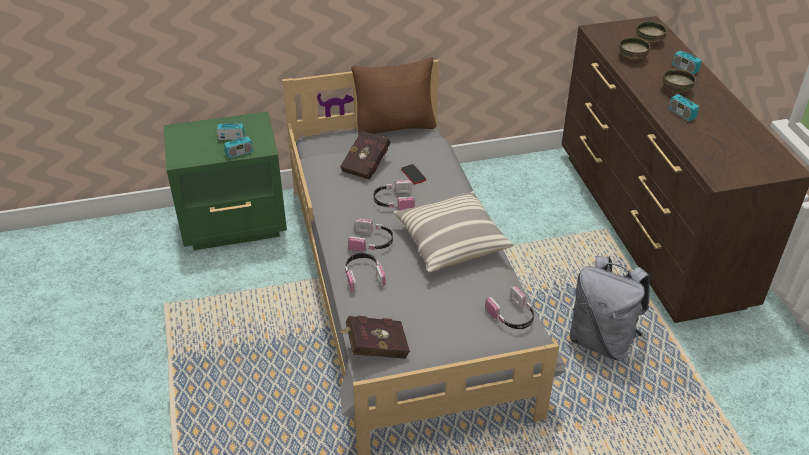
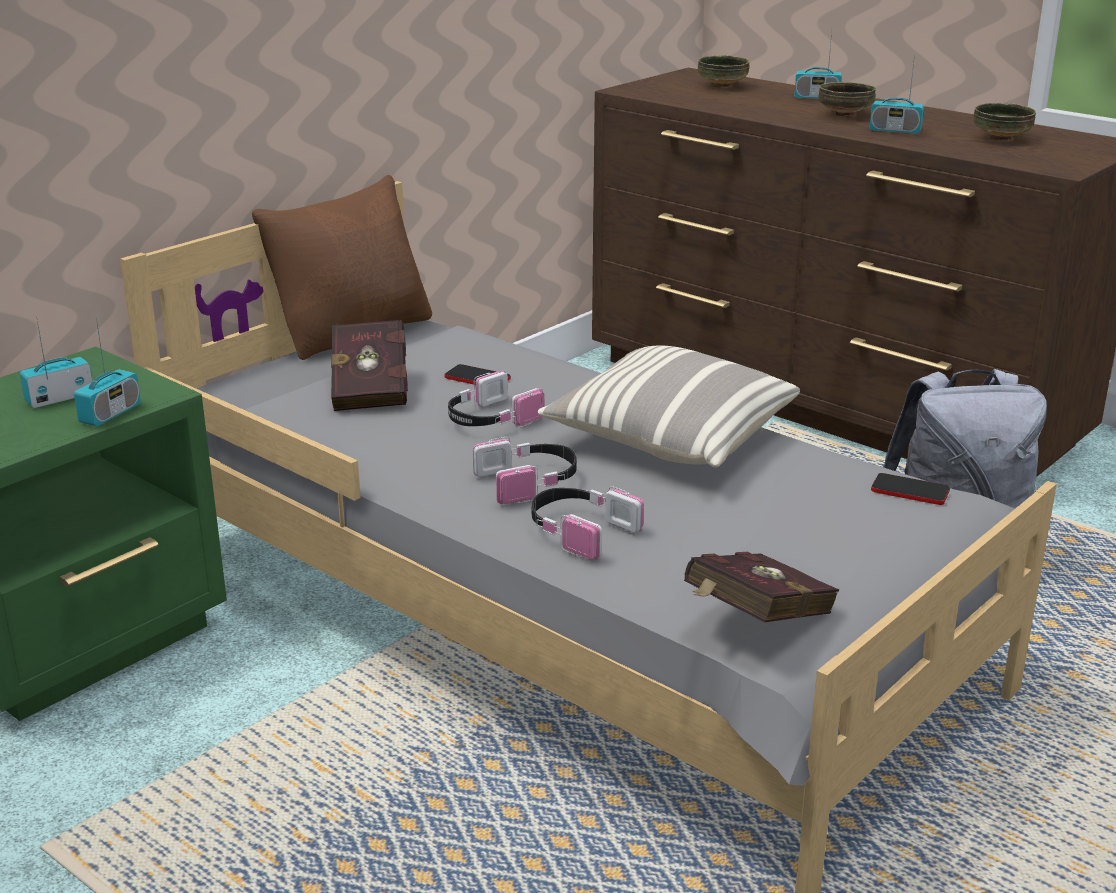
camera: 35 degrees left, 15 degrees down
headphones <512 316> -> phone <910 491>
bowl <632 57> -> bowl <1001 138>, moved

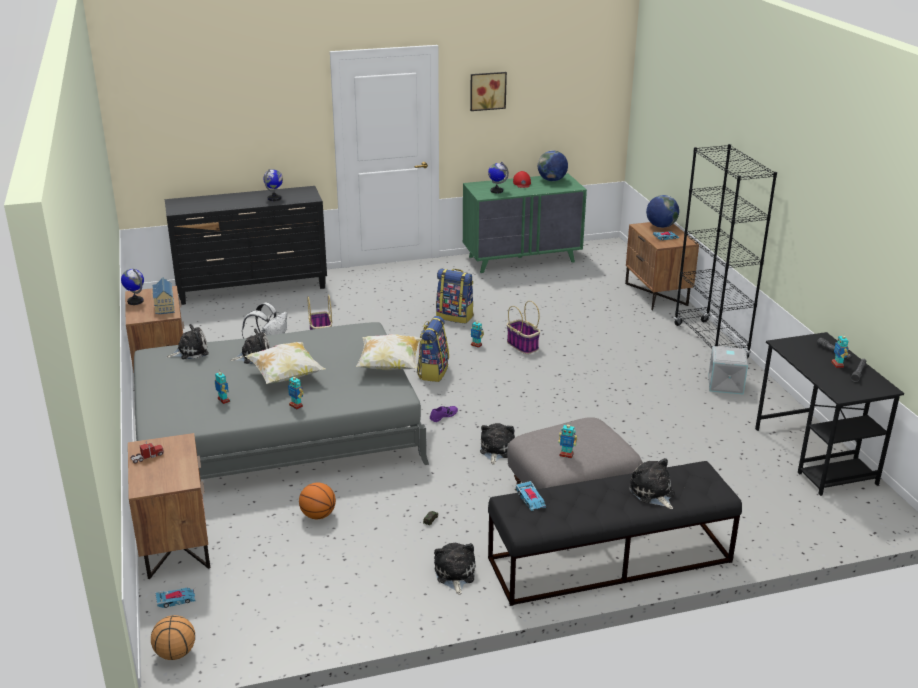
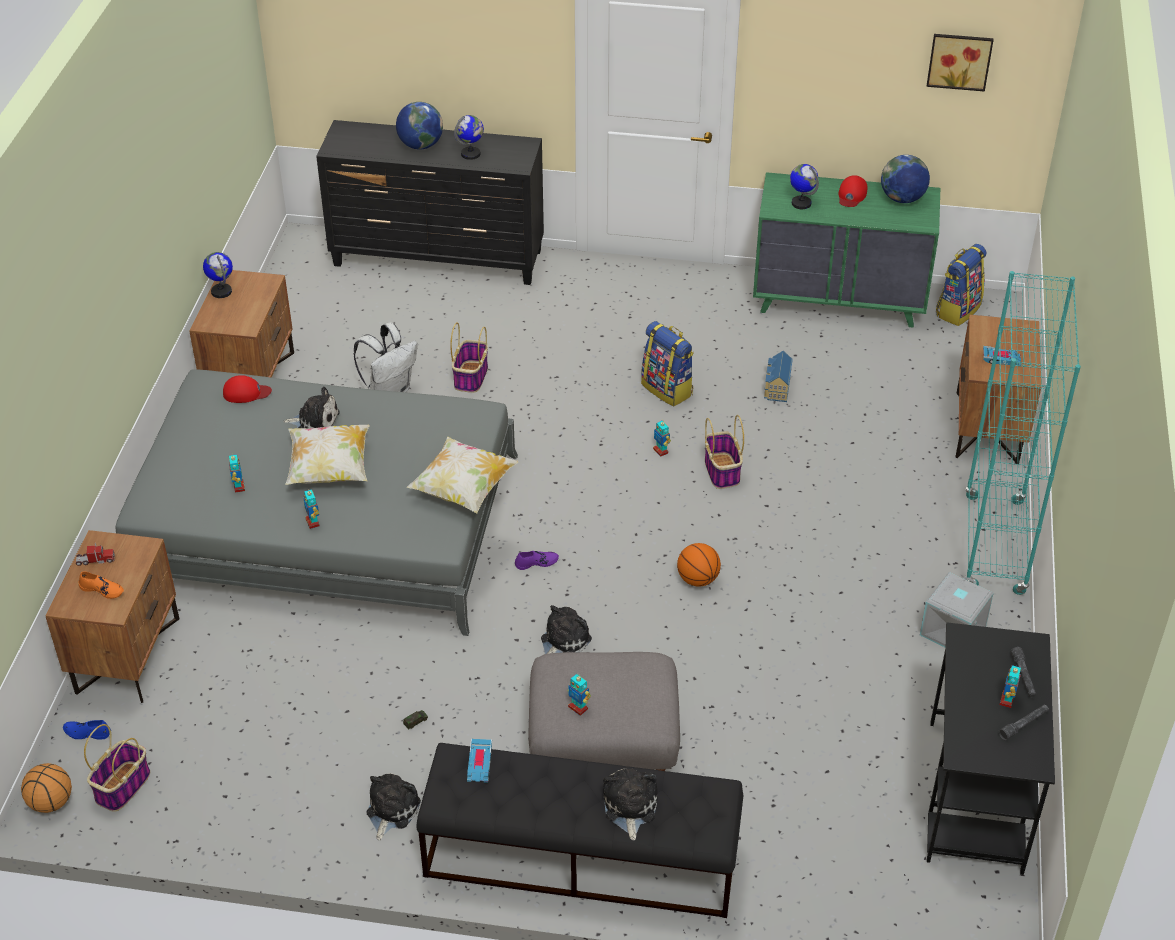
camera: 25 degrees right, 15 degrees up
toy car <176 600> -> shoe (blue) <87 732>
none -> shoe (orange) <102 589>
none -> basket <123 786>
plush toy <190 351> -> cap (red) <246 393>
globe <661 226> -> globe <420 145>, moved
basketball <318 515> -> basketball <698 579>, moved
toy house <164 307> -> toy house <776 387>, moved
picture <487 90> -> picture <959 60>, moved
backpack <433 372> -> backpack <957 310>, moved
bookcase (black) <710 342> -> bookcase (turquoise) <994 545>

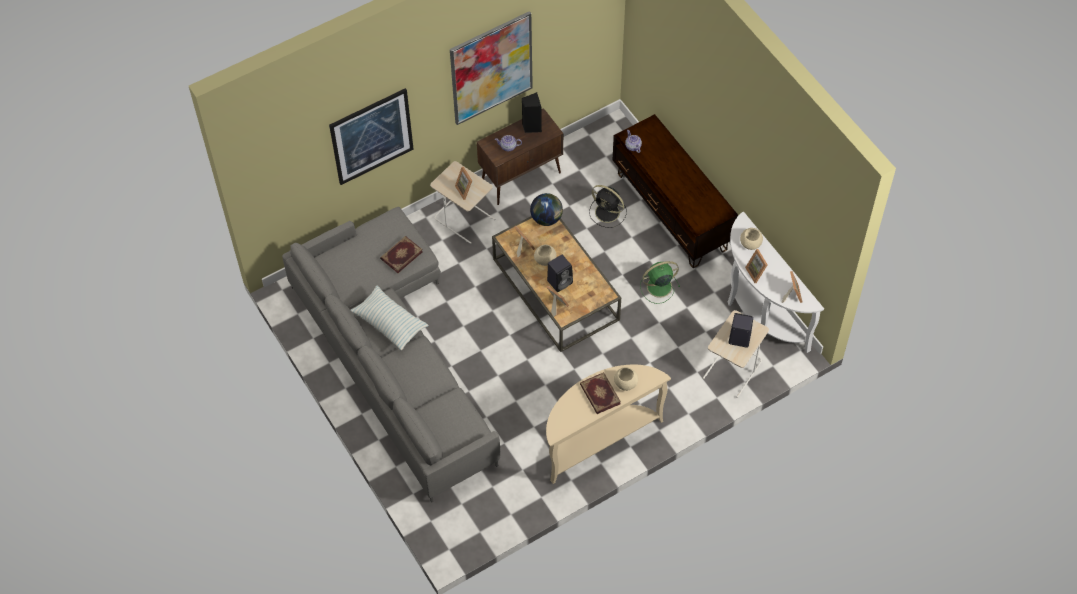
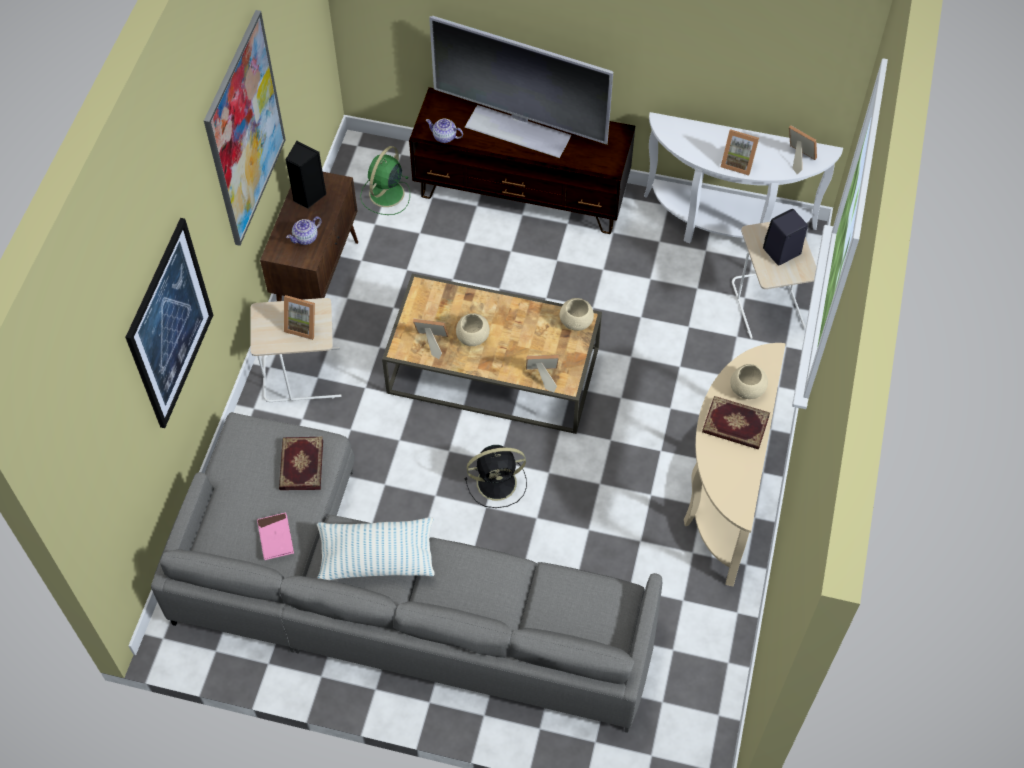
camera: 45 degrees left, 0 degrees up
none -> book (pink) <275 537>
fan (green) <658 287> -> fan (green) <385 194>, moved
none -> television <518 130>
fan (black) <608 213> -> fan (black) <498 482>, moved
bowl (beige) <750 244> -> bowl (beige) <576 322>, moved
globe <546 218> -> none
speaker (black) <560 281> -> none

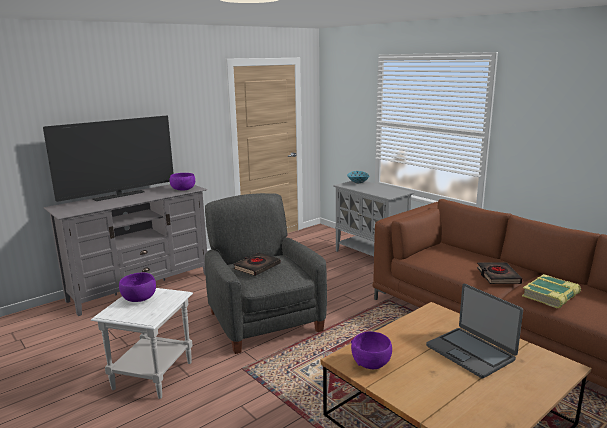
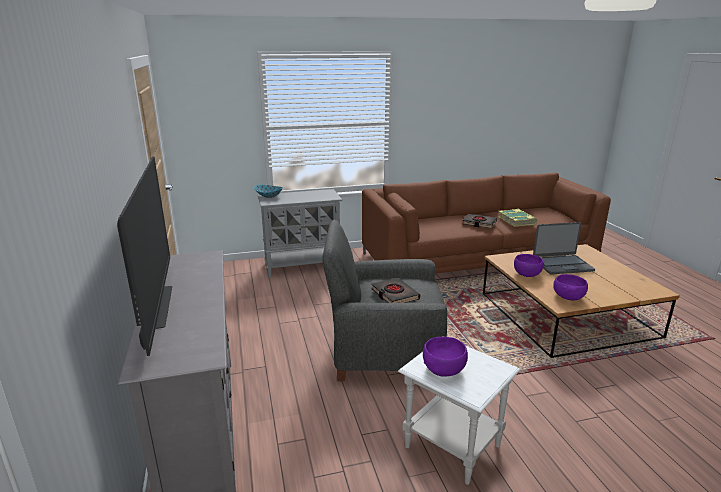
camera: 65 degrees left, 5 degrees up
bowl (purple) <183 189> -> bowl (purple) <527 274>, moved

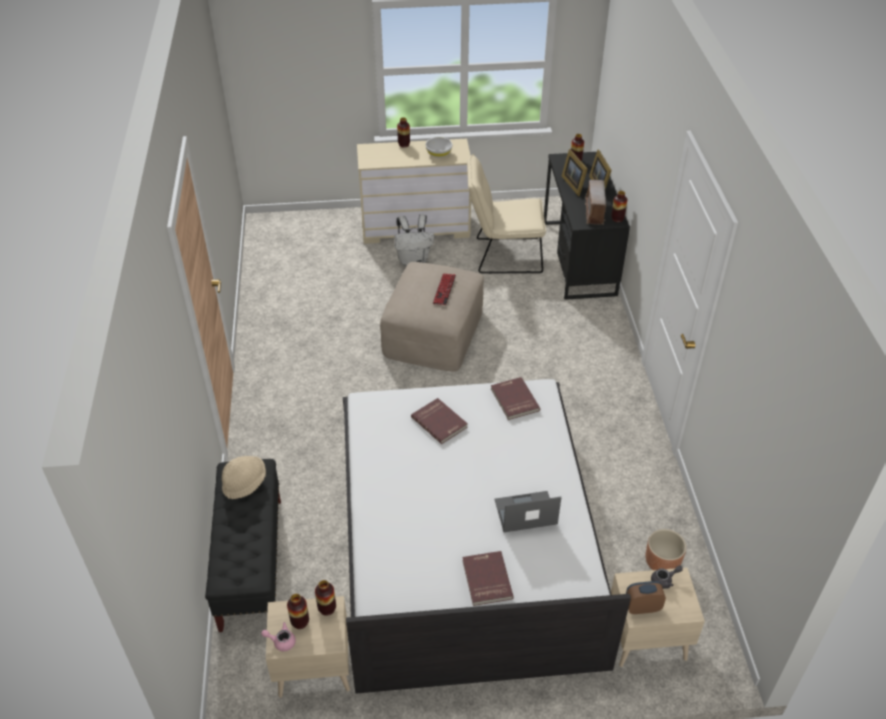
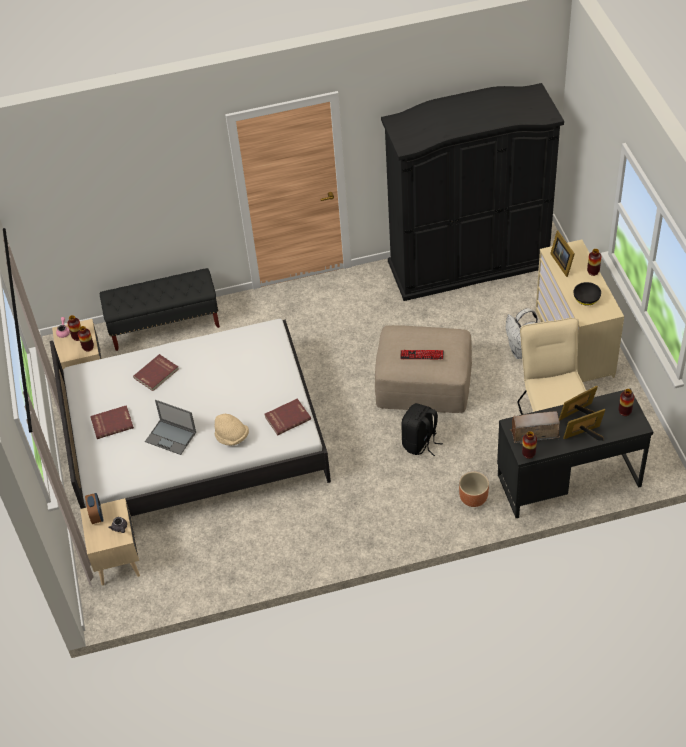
camera: 85 degrees right, 5 degrees up
book (red) <440 422> -> book (red) <157 374>, moved
laptop <525 512> -> laptop <171 437>, 135 degrees clockwise
hat (beige) <245 483> -> hat (beige) <232 437>, moved
none -> wardrobe (black) <469 264>
none -> backpack (black) <420 443>
planter (brown) <662 563> -> planter (brown) <473 499>, moved
none -> picture frame <562 263>
bowl (white) <439 153> -> bowl (black) <586 299>

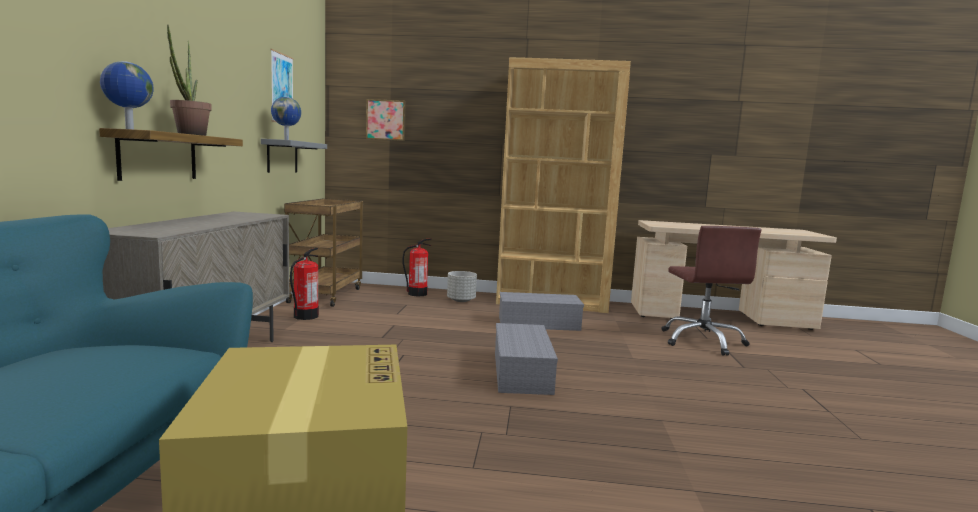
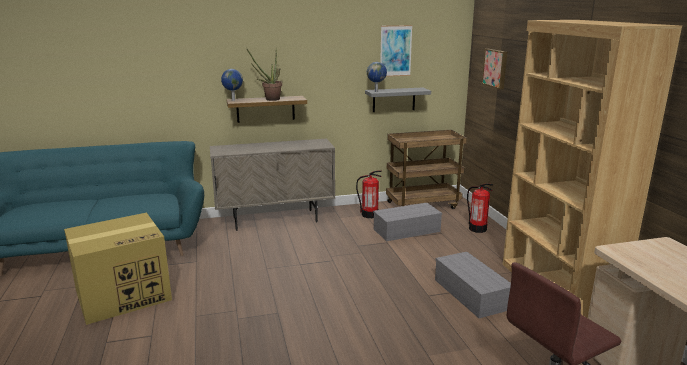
camera: 70 degrees right, 10 degrees up
storage box (grey) <523 373> -> storage box (grey) <406 231>, moved
planter (grey) <461 300> -> none

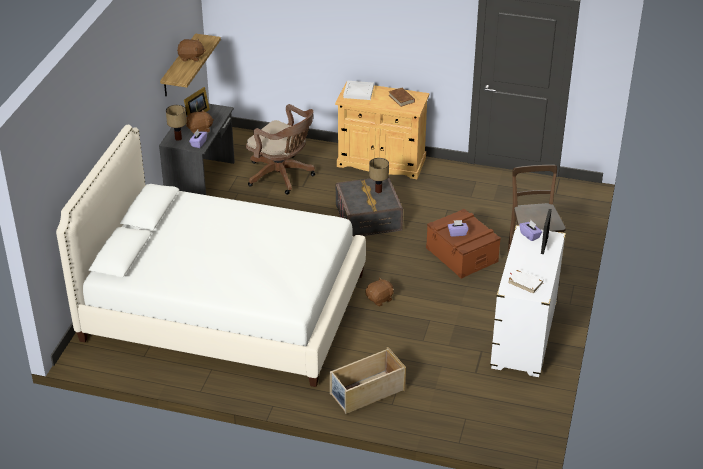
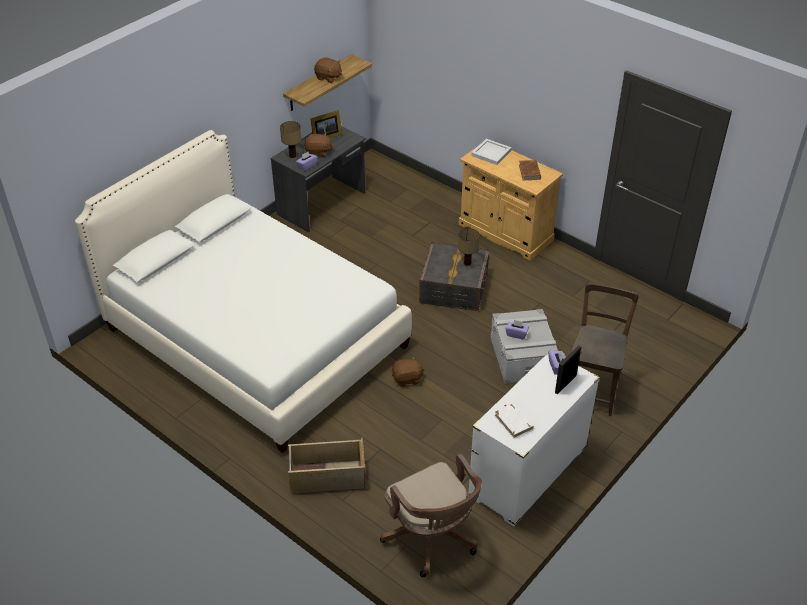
camera: 25 degrees right, 5 degrees up
office chair (brown) <282 176> -> office chair (brown) <433 539>, moved
storage box (brown) <462 255> -> storage box (grey) <522 357>

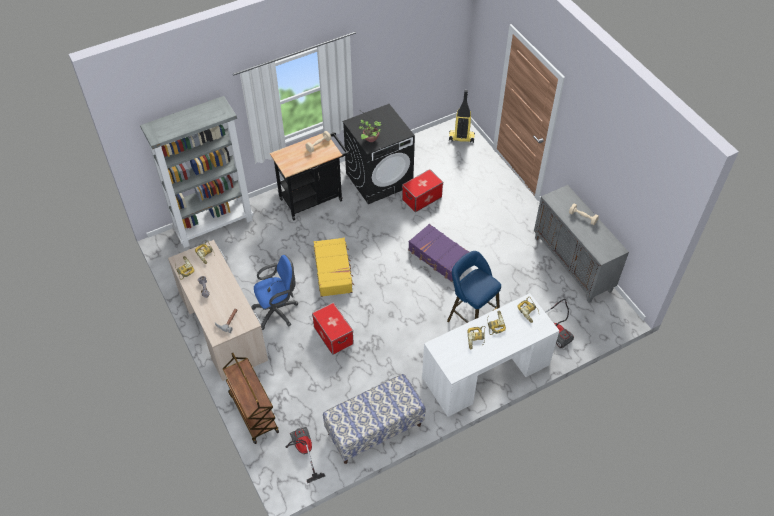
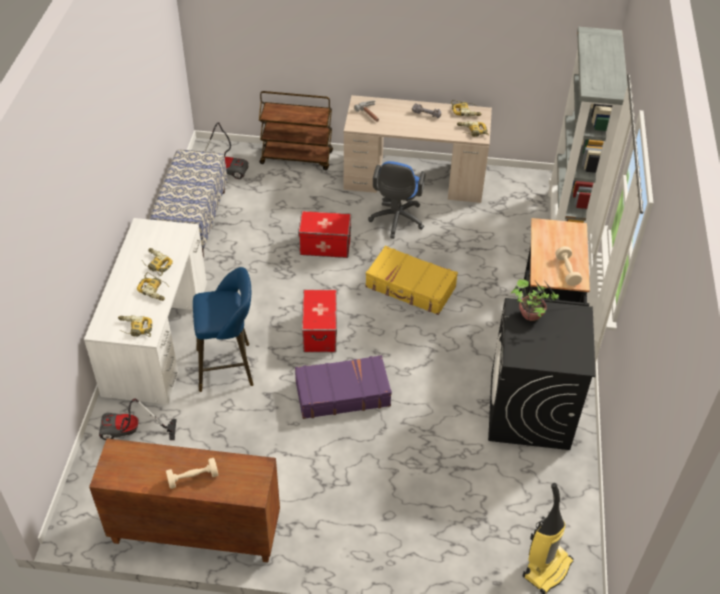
camera: 125 degrees right, 5 degrees down
cabinet (grey) <573 264> -> cabinet (brown) <194 532>
storage box <422 198> -> storage box <319 332>, moved

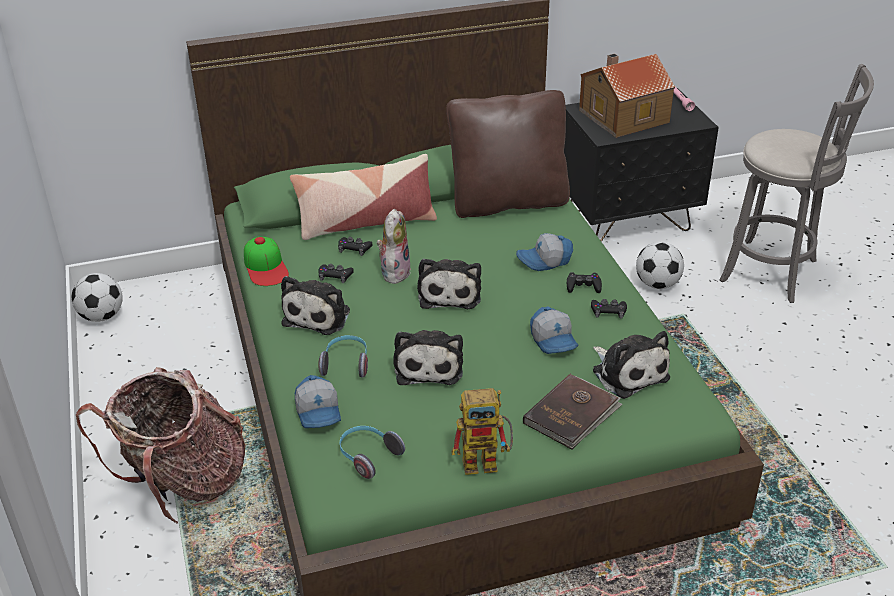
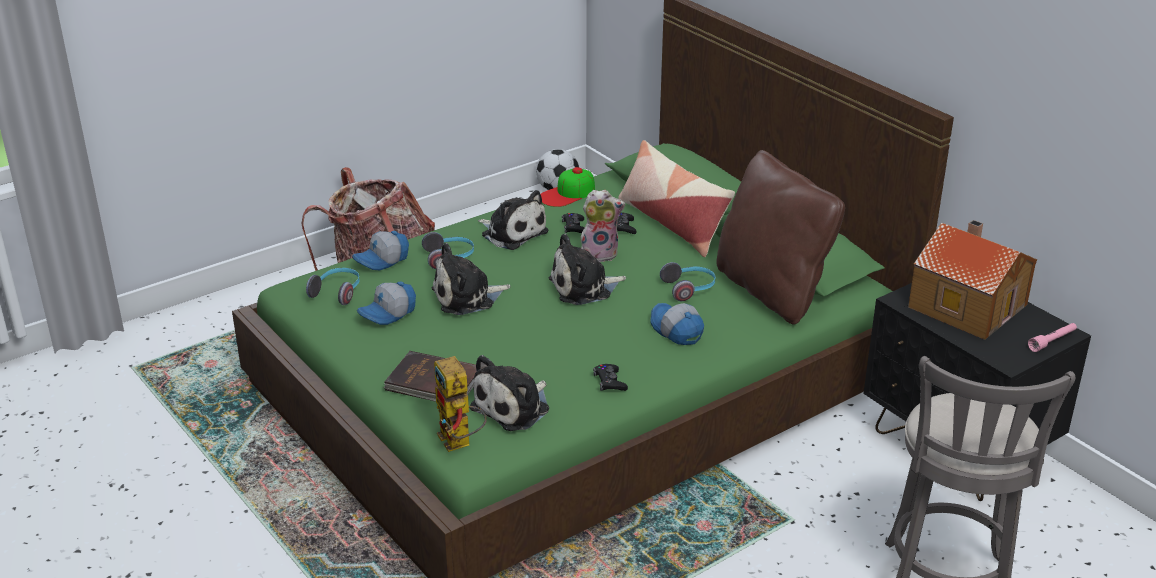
camera: 70 degrees right, 5 degrees down
cap <554 340> -> cap <388 313>, moved
toy robot <487 461> -> toy robot <460 443>, moved
plush toy <319 315> -> plush toy <512 233>, 135 degrees counterclockwise
none -> headphones <689 289>
game controller (black) <583 286> -> none
football <657 284> -> none

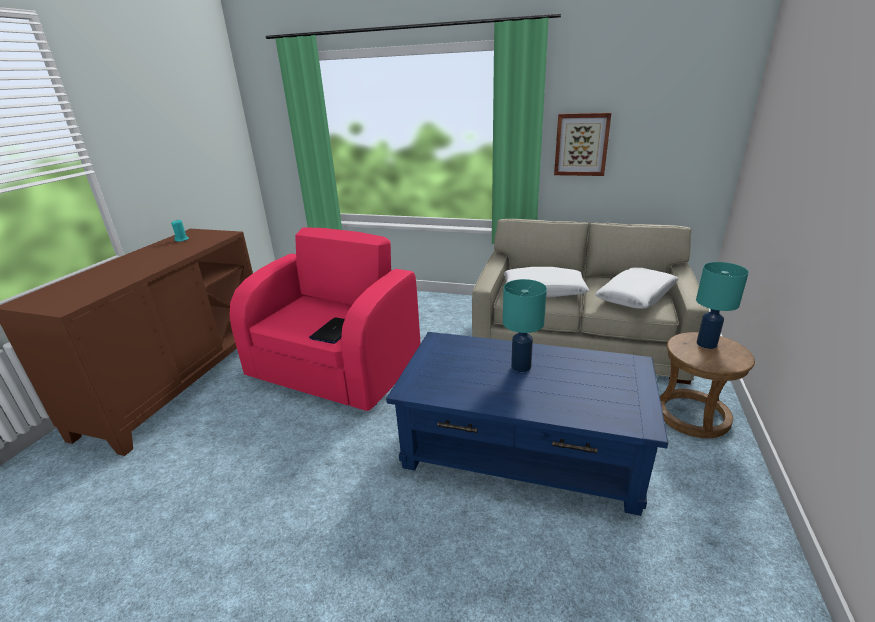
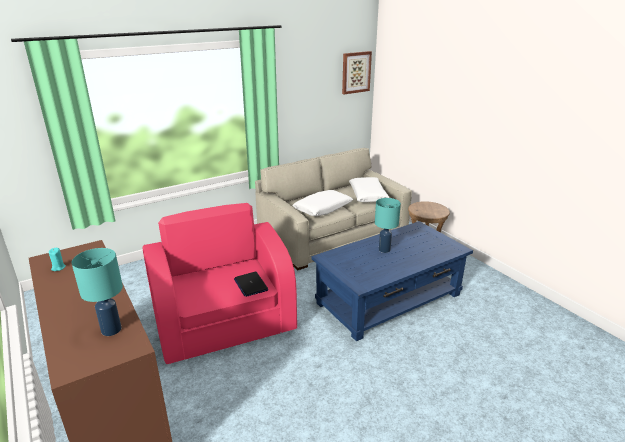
camera: 50 degrees left, 0 degrees up
table lamp (turquoise) <706 344> -> table lamp (turquoise) <111 330>, moved
picture <581 144> -> picture <355 72>, moved

